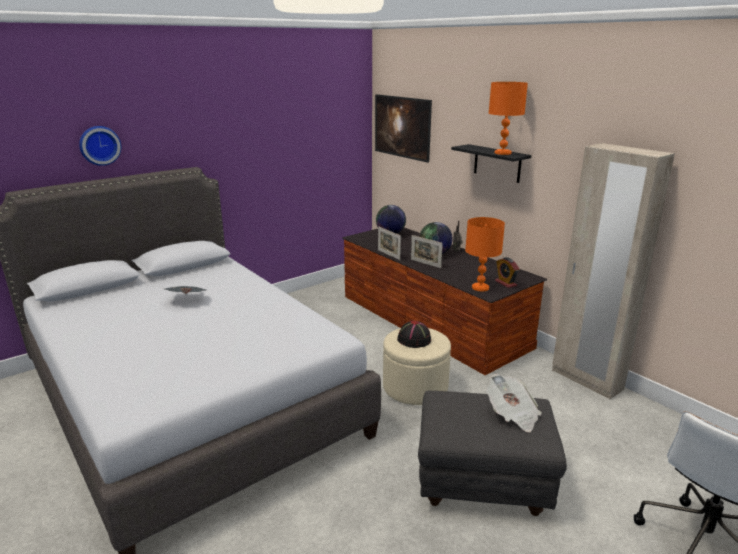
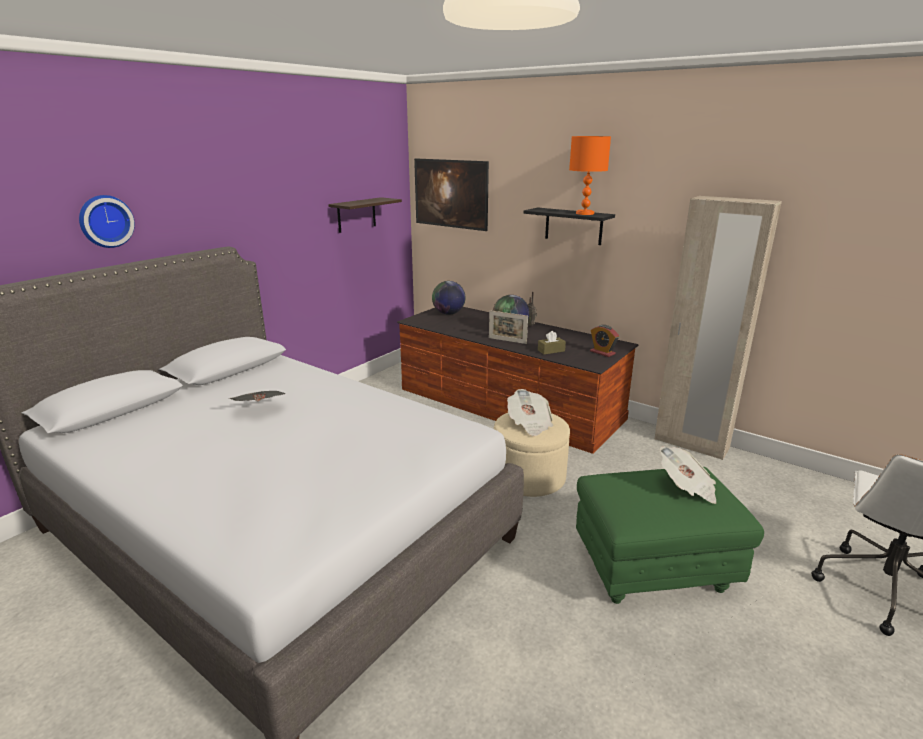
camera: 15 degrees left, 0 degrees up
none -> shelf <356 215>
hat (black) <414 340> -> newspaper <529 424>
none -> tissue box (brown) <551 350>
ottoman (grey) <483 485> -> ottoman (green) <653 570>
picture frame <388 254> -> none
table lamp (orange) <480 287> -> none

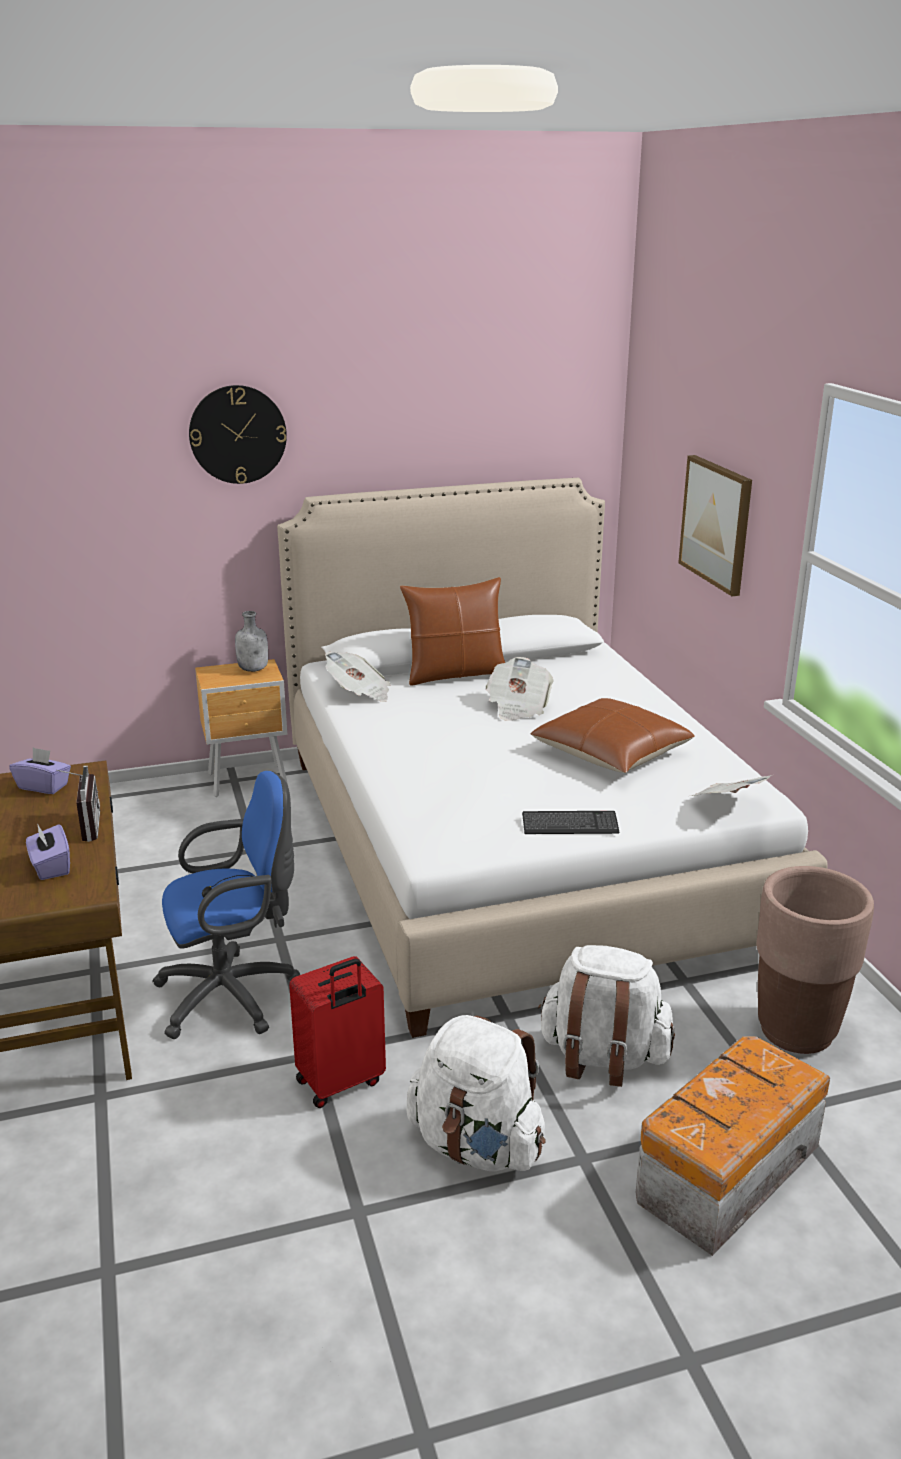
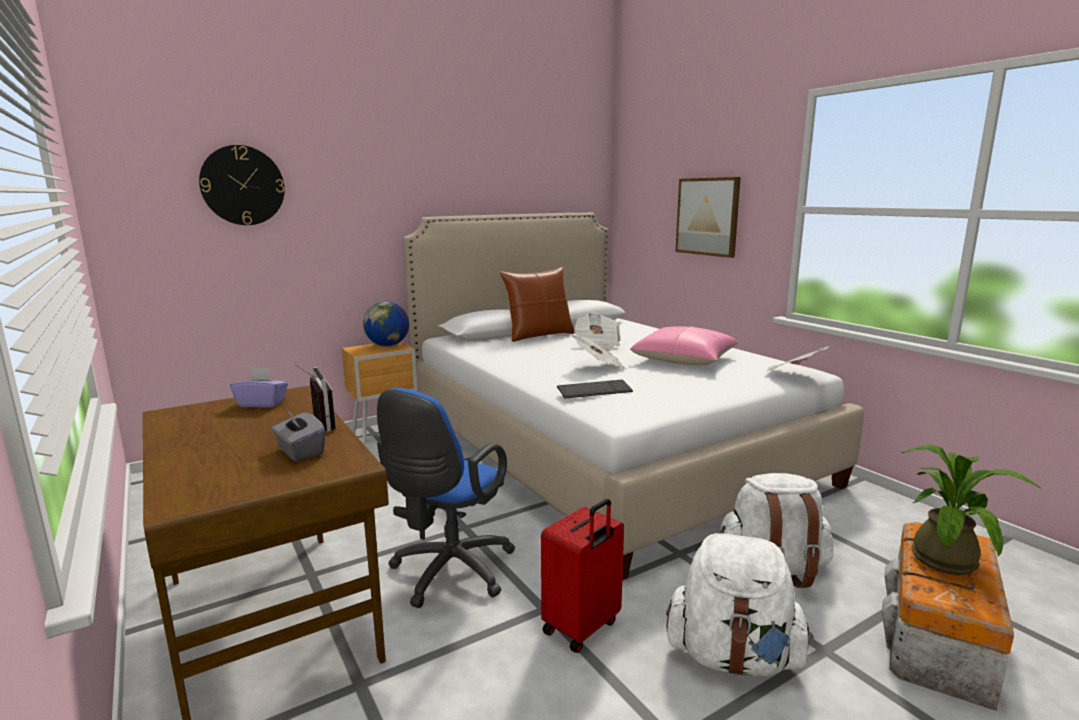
camera: 15 degrees left, 10 degrees down
wall clock <237 434> -> wall clock <242 185>, moved
tissue box (purple) <50 867> -> tissue box (grey) <300 452>
bottle (grey) <254 669> -> globe <388 345>
office chair (blue) <234 995> -> office chair (blue) <448 574>, 150 degrees clockwise
keyboard <570 825> -> keyboard <594 391>, moved
newspaper <359 693> -> newspaper <599 367>, moved
pillow (brown) <611 753> -> pillow (pink) <684 360>
none -> potted plant <946 557>
planter (brown) <797 1031> -> none

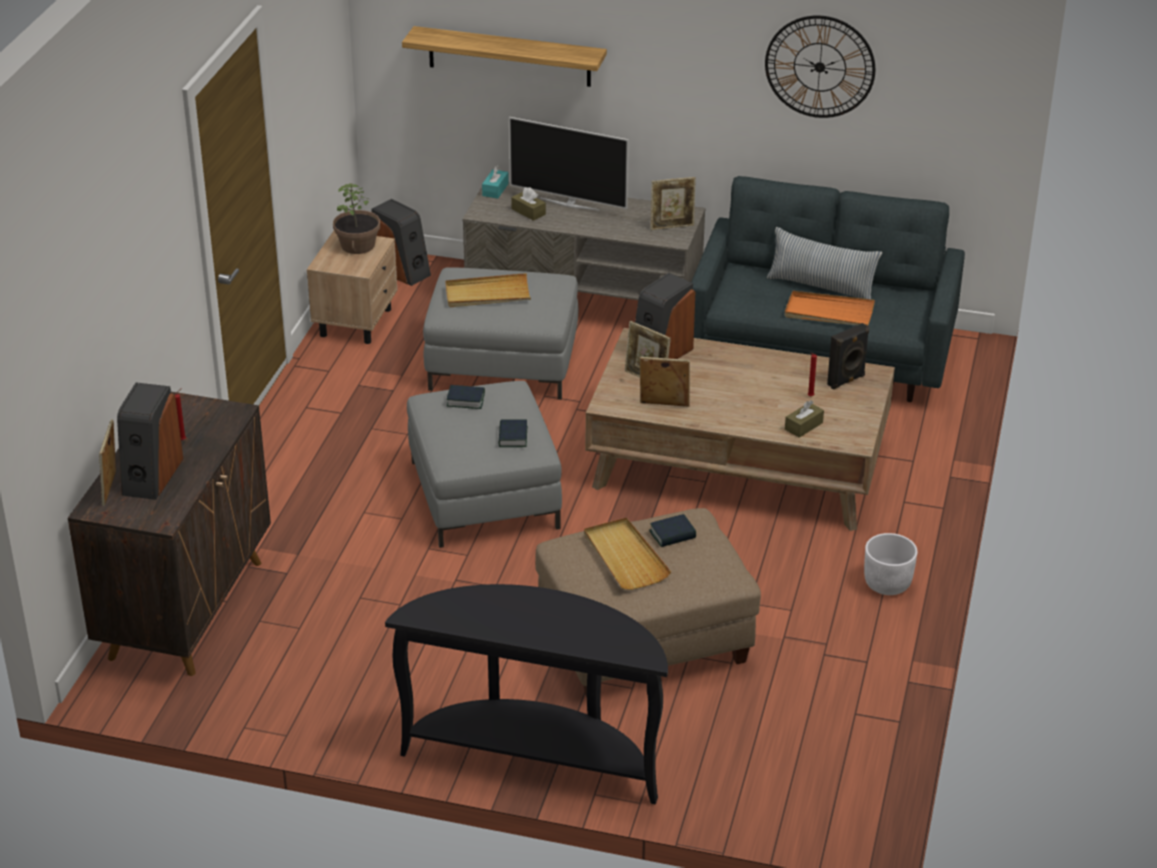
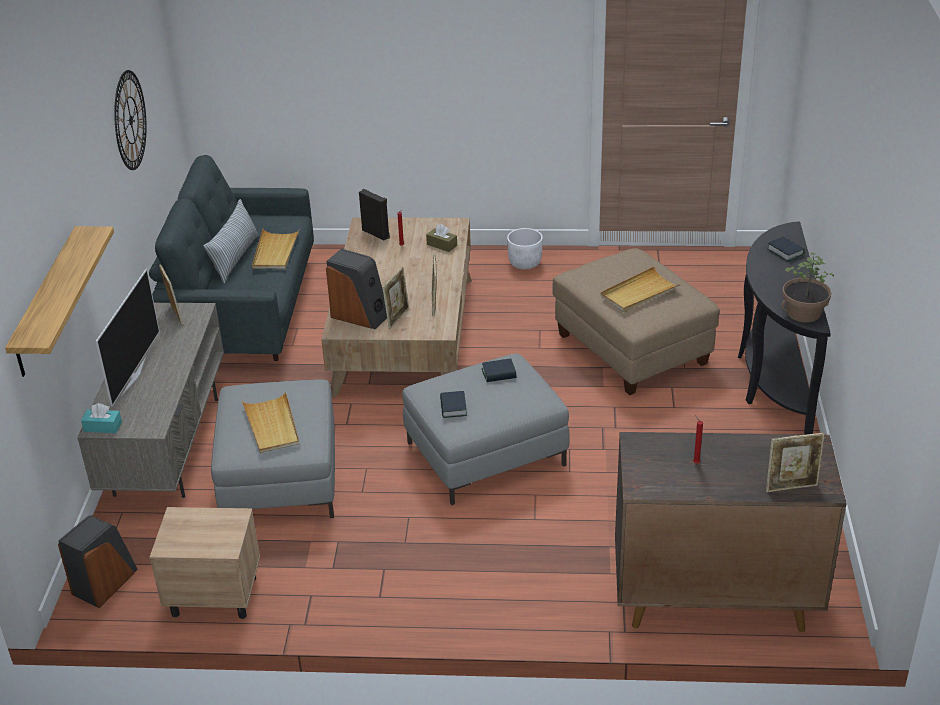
camera: 100 degrees left, 0 degrees up
tray (orange) <828 312> -> tray (beige) <275 251>
book <672 535> -> book <785 252>, moved
potted plant <358 245> -> potted plant <803 312>, moved
speaker <151 476> -> none
tissue box (brown) <528 212> -> none

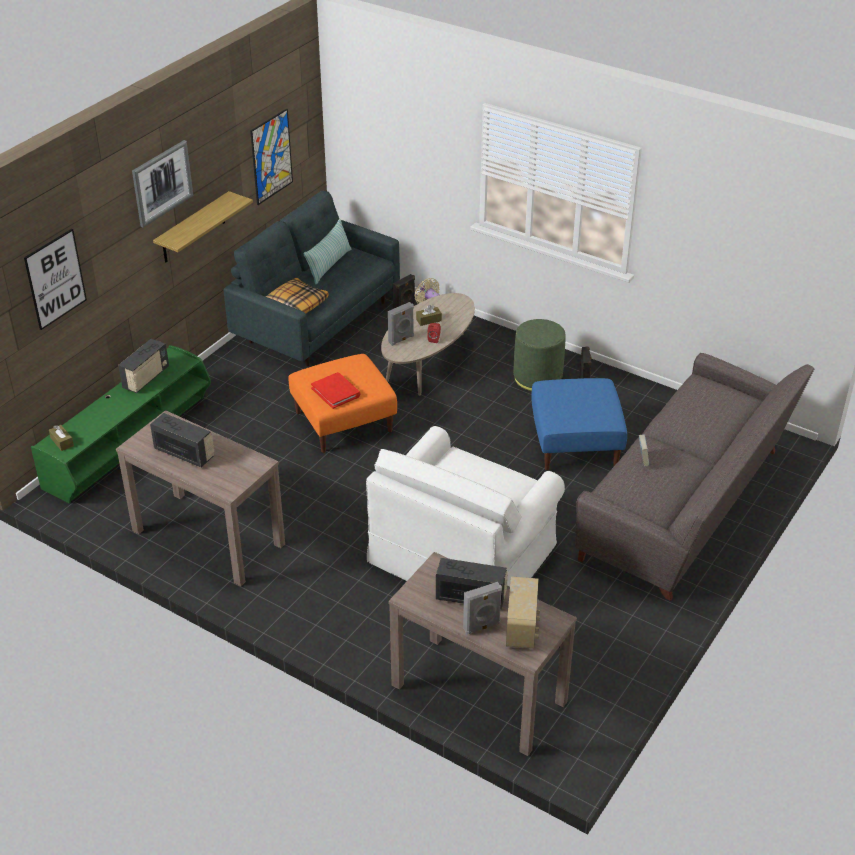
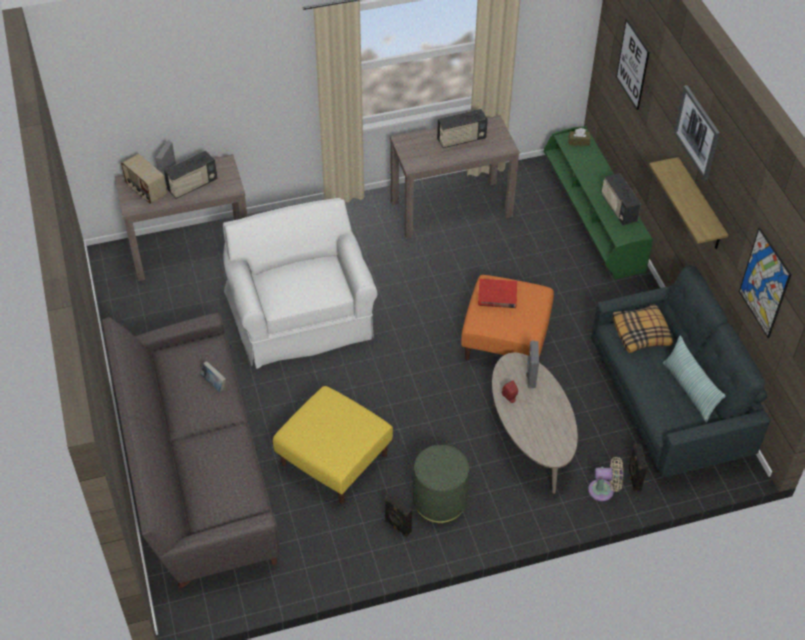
camera: 130 degrees right, 10 degrees up
ottoman (blue) <576 444> -> ottoman (yellow) <333 459>
tissue box (brown) <428 320> -> none

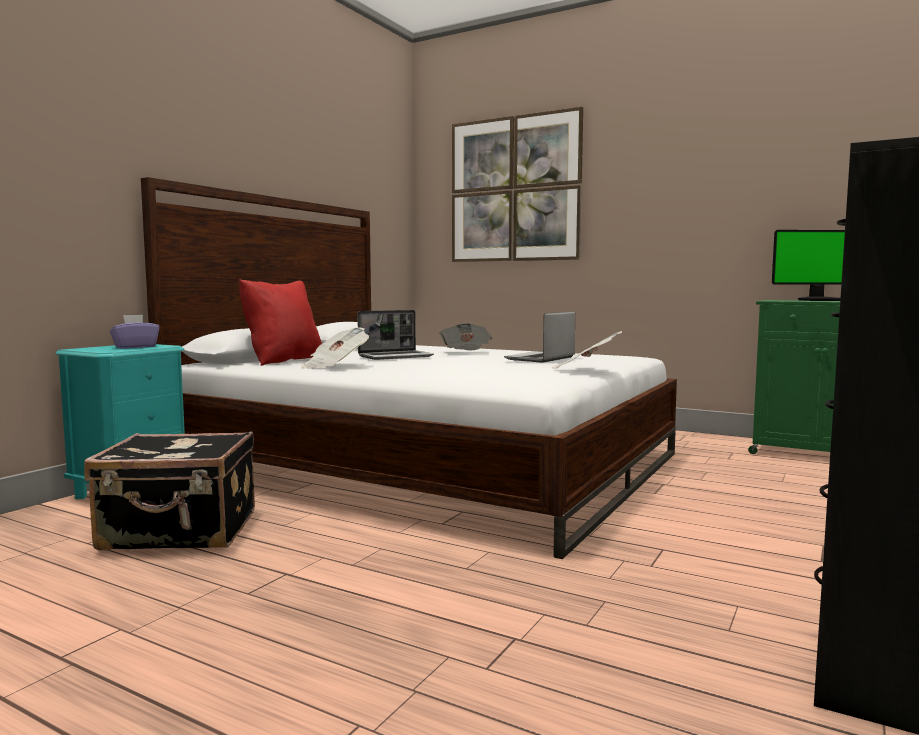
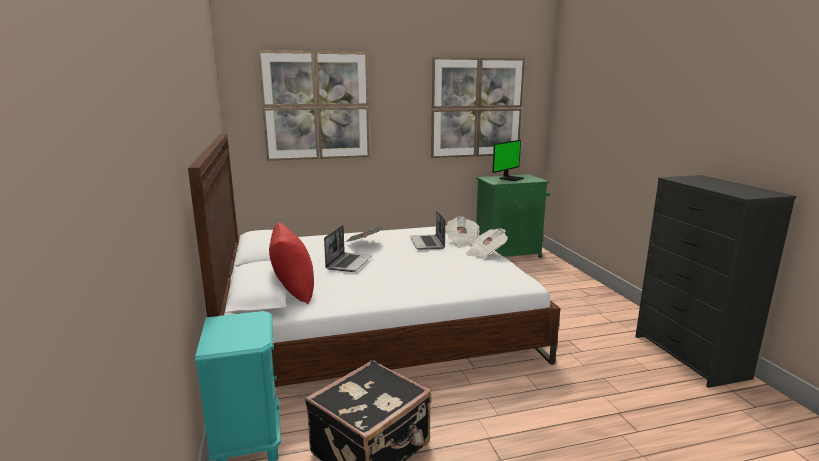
camera: 45 degrees left, 10 degrees up
none -> picture <477 108>
newspaper <335 366> -> newspaper <462 241>, moved
tissue box (purple) <135 347> -> none

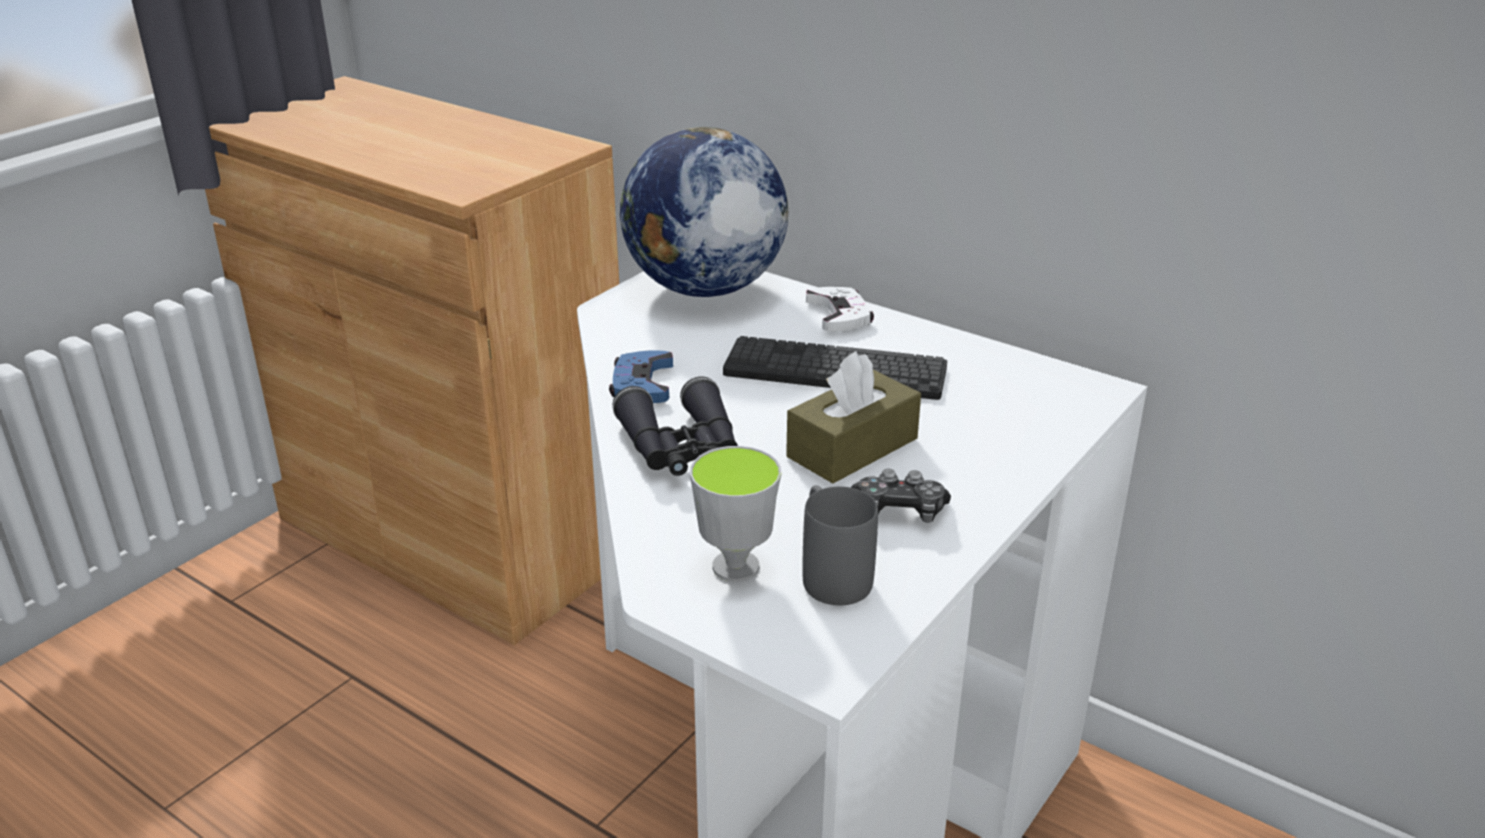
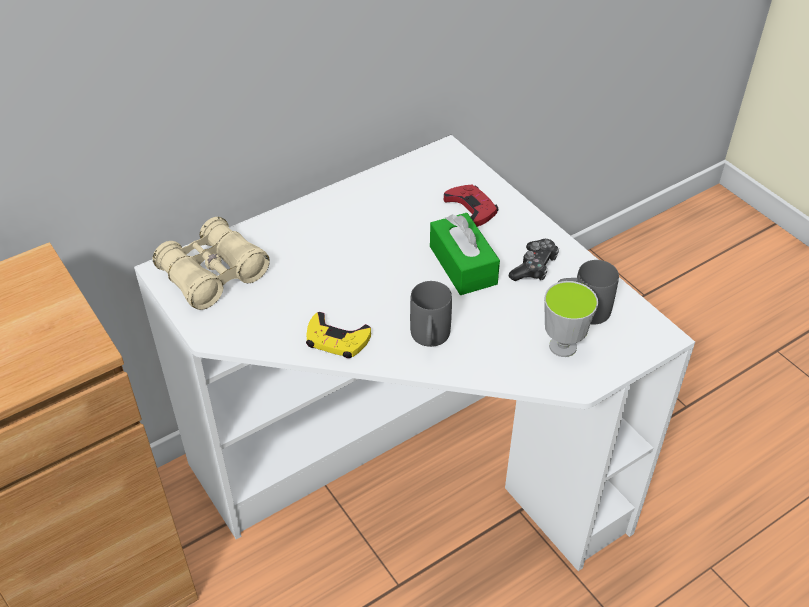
camera: 70 degrees left, 15 degrees up
globe <703 289> -> binoculars (beige) <213 275>
game controller (blue) <641 384> -> game controller (yellow) <336 340>
binoculars (black) <681 449> -> mug (grey) <429 339>
tissue box (brown) <852 448> -> tissue box (green) <463 265>
none -> game controller (red) <471 208>
keyboard <835 371> -> none
game controller (white) <839 315> -> none

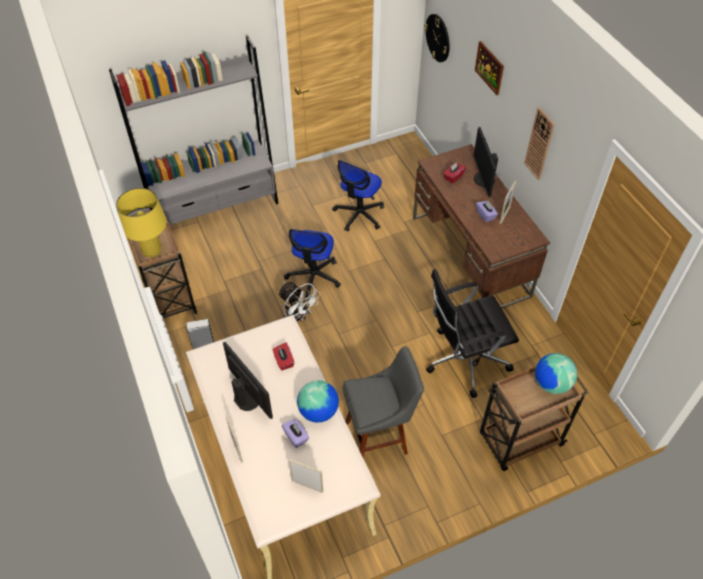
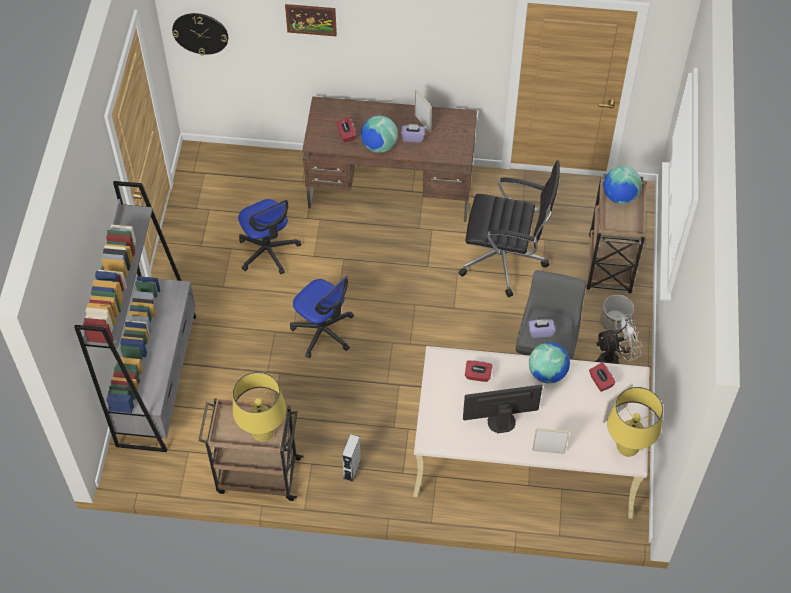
camera: 60 degrees left, 5 degrees up
none -> globe <379 145>
office chair (black) <464 360> -> office chair (black) <505 259>, 90 degrees counterclockwise
tissue box (purple) <296 437> -> tissue box (purple) <540 332>, moved
none -> tissue box (red) <600 382>
fan (white) <298 318> -> fan (white) <614 359>, moved
none -> planter <615 321>
none -> table lamp (yellow) <627 447>
monitor <483 179> -> none
wall clock <539 144> -> none

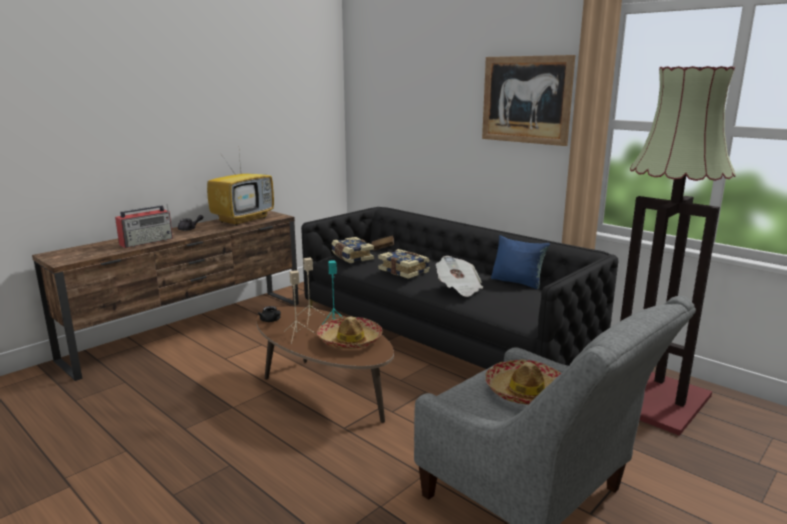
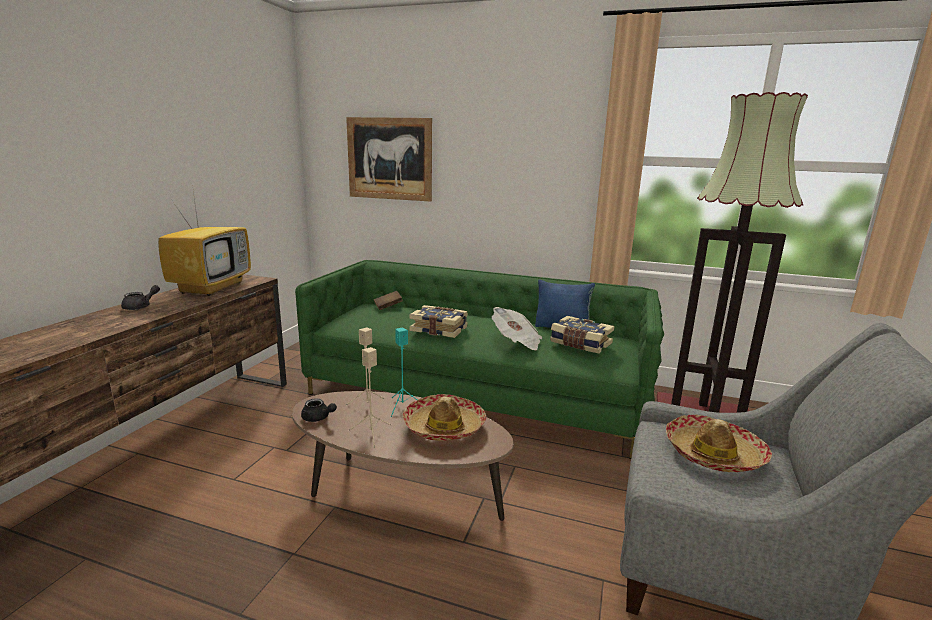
camera: 25 degrees left, 0 degrees up
sofa (black) <442 335> -> sofa (green) <476 394>
picture <526 99> -> picture <389 159>, moved
book <351 257> -> book <580 344>, moved
radio <147 241> -> none

